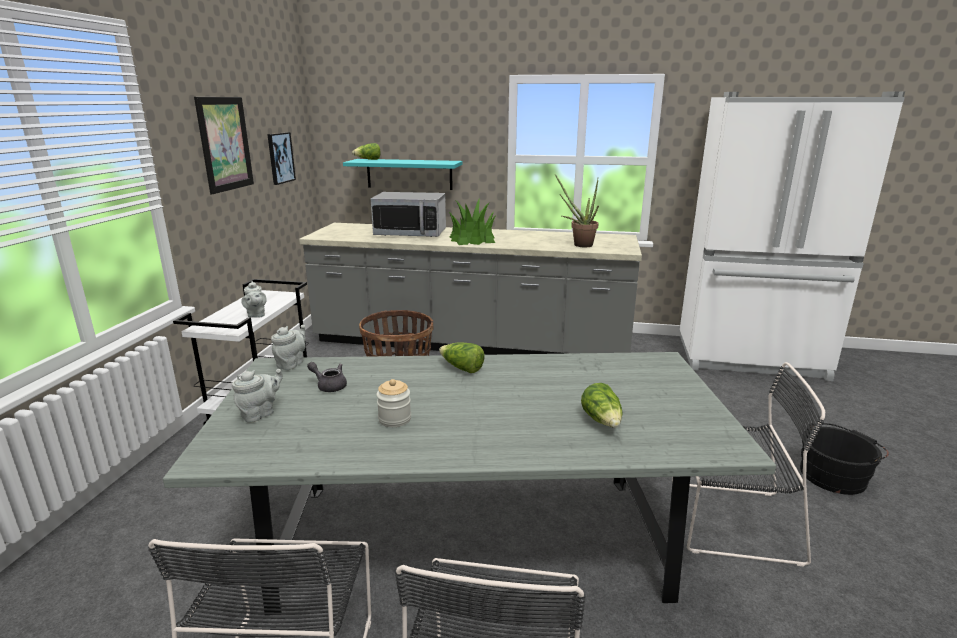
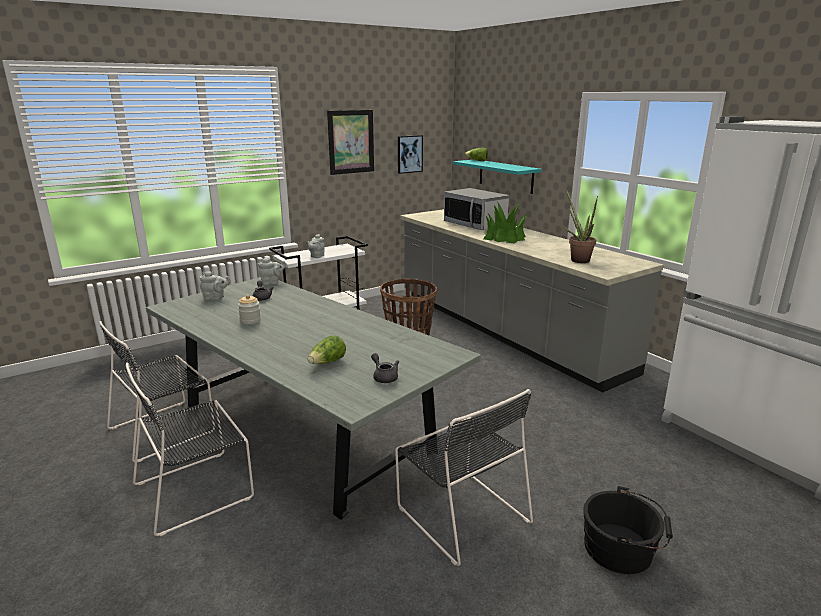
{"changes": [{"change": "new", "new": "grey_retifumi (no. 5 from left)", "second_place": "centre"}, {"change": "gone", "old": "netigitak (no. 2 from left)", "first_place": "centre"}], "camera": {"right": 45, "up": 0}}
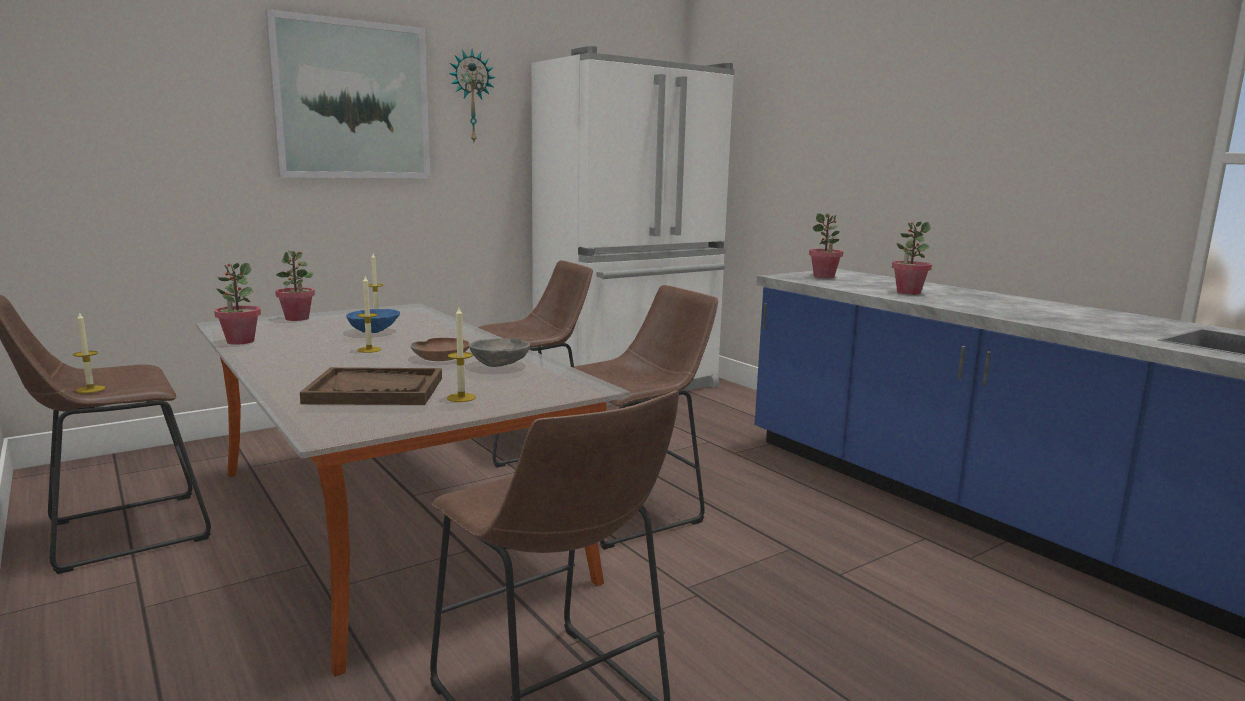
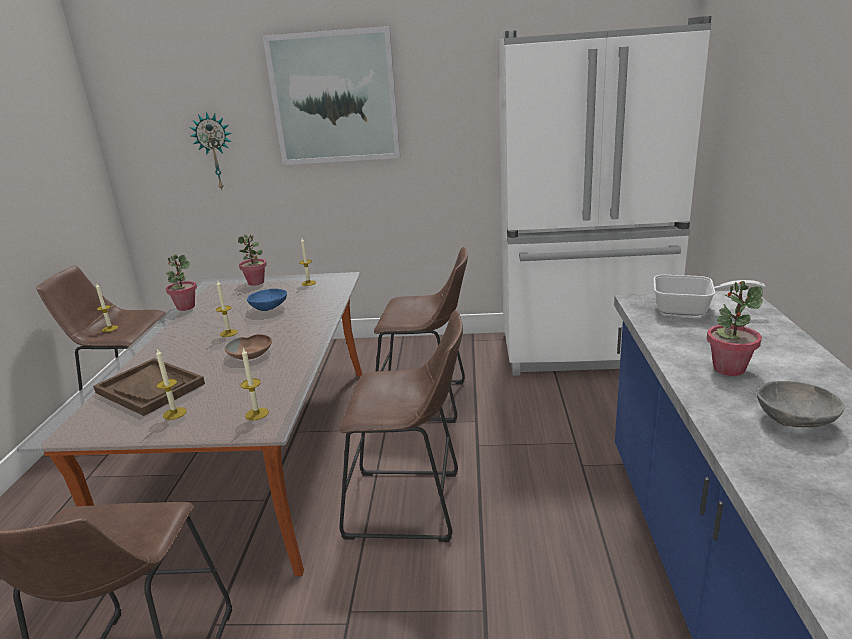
{"changes": [{"change": "shifted", "old": "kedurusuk", "first_place": "top centre", "second_place": "top left"}, {"change": "new", "new": "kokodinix (no. 4 from left)", "second_place": "middle left"}, {"change": "swapped", "old": "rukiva (no. 3 from left)", "new": "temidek", "first_place": "centre", "second_place": "middle right"}, {"change": "shifted", "old": "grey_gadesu", "first_place": "centre", "second_place": "middle right"}], "camera": {"right": 40, "up": 10}}
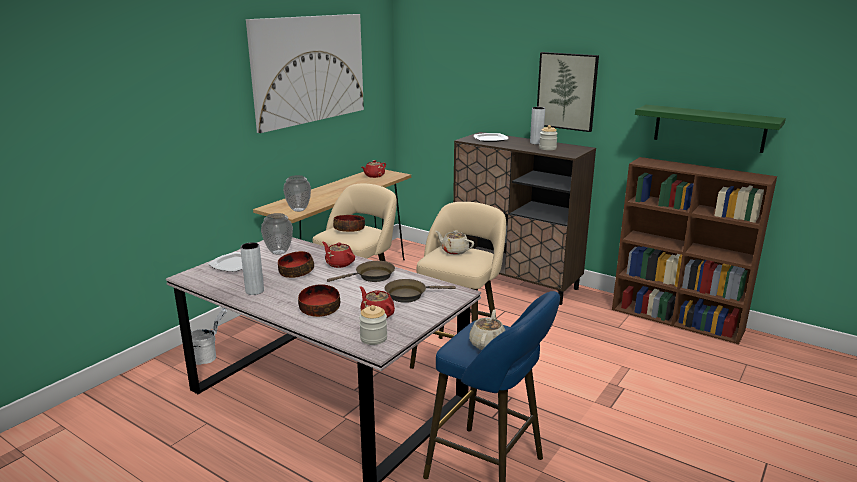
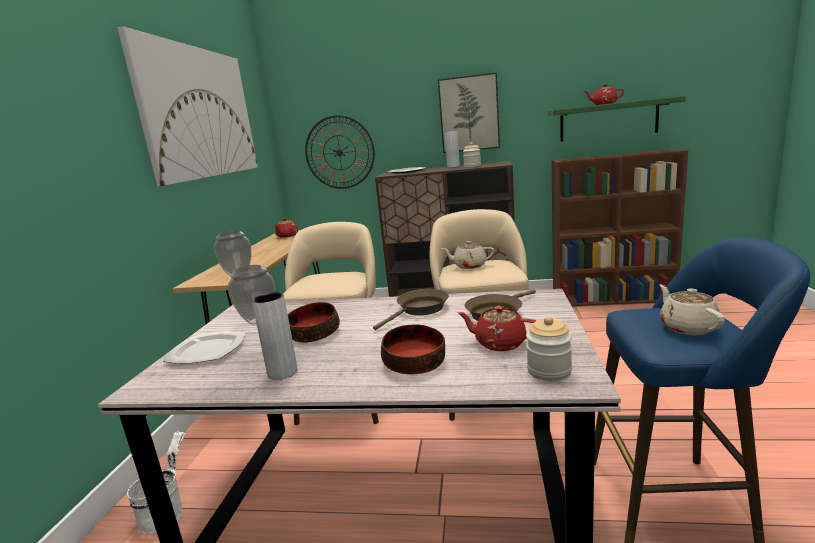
{"changes": [{"change": "new", "new": "kedurusuk", "second_place": "top centre"}, {"change": "shifted", "old": "red_retifumi (no. 1 from left in the first image)", "new": "red_retifumi (no. 3 from left)", "first_place": "centre", "second_place": "top right"}, {"change": "gone", "old": "gadesu (no. 3 from left)", "first_place": "centre"}], "camera": {"right": -25, "up": -5}}
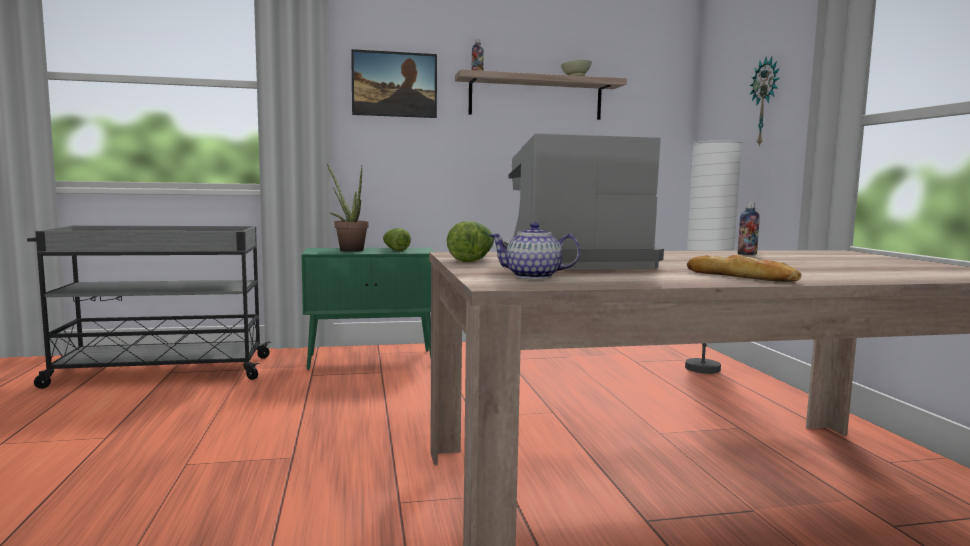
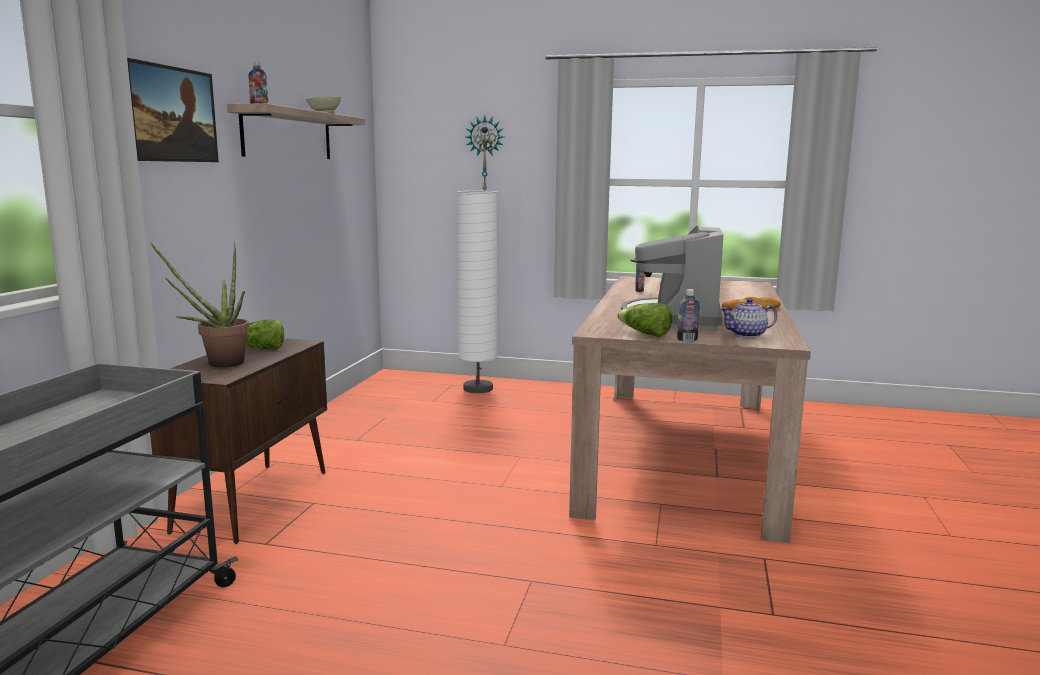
{"changes": [{"change": "repainted", "old": "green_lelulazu", "new": "brown_lelulazu", "first_place": "centre", "second_place": "middle left"}, {"change": "new", "new": "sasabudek (no. 3 from left)", "second_place": "centre"}, {"change": "rotated", "old": "retifumi", "first_place": "centre", "second_place": "middle right", "degrees": 45}], "camera": {"right": -65, "up": 5}}
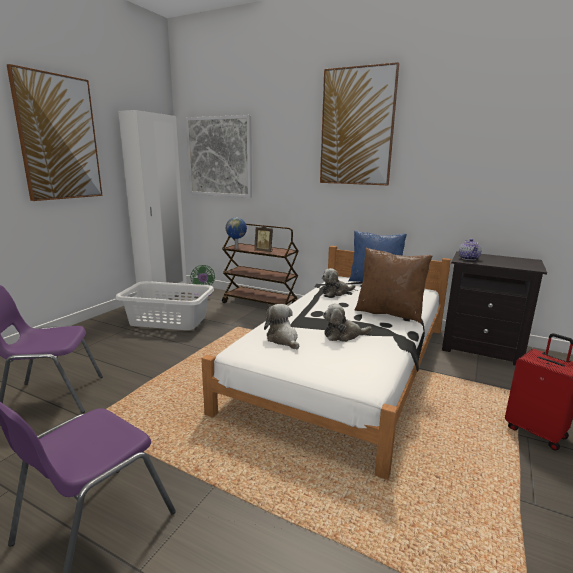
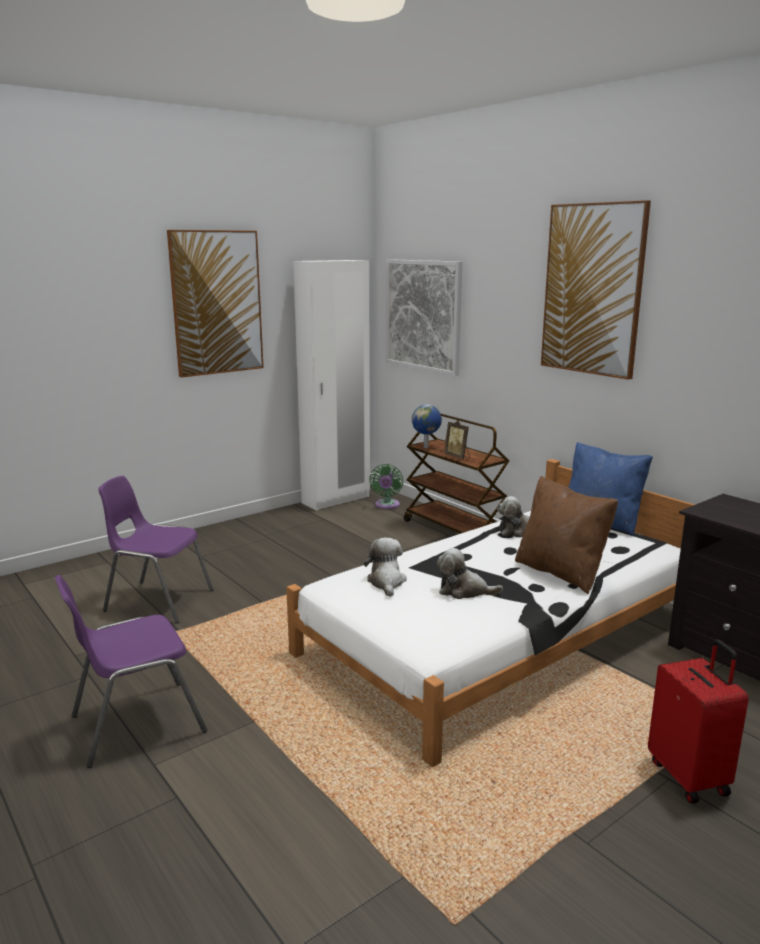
{"changes": [{"change": "gone", "old": "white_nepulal", "first_place": "middle left"}, {"change": "gone", "old": "retifumi", "first_place": "middle right"}], "camera": {"right": 25, "up": 0}}
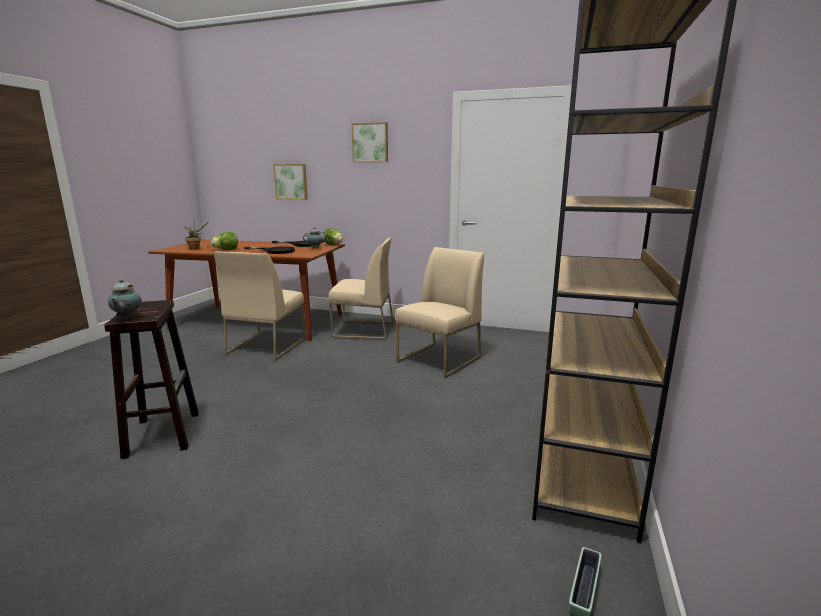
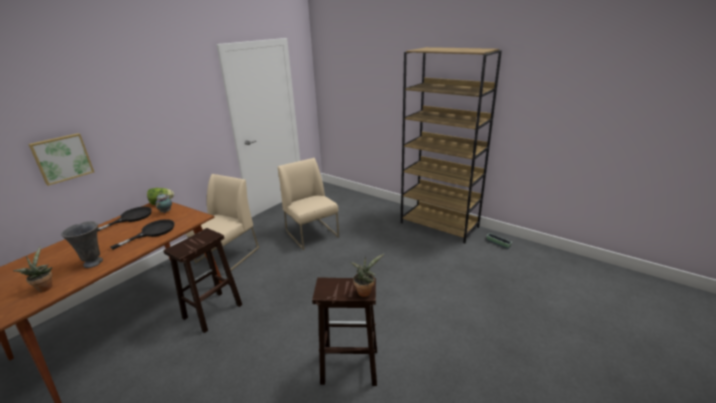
{"changes": [{"change": "swapped", "old": "netigitak (no. 1 from left)", "new": "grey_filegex", "first_place": "middle left", "second_place": "middle left"}, {"change": "swapped", "old": "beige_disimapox (no. 1 from left)", "new": "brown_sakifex (no. 1 from left)", "first_place": "middle left", "second_place": "bottom left"}, {"change": "swapped", "old": "retifumi (no. 1 from left)", "new": "rukiva (no. 2 from left)", "first_place": "middle left", "second_place": "bottom centre"}, {"change": "gone", "old": "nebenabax (no. 2 from left)", "first_place": "top centre"}], "camera": {"right": -70, "up": 10}}
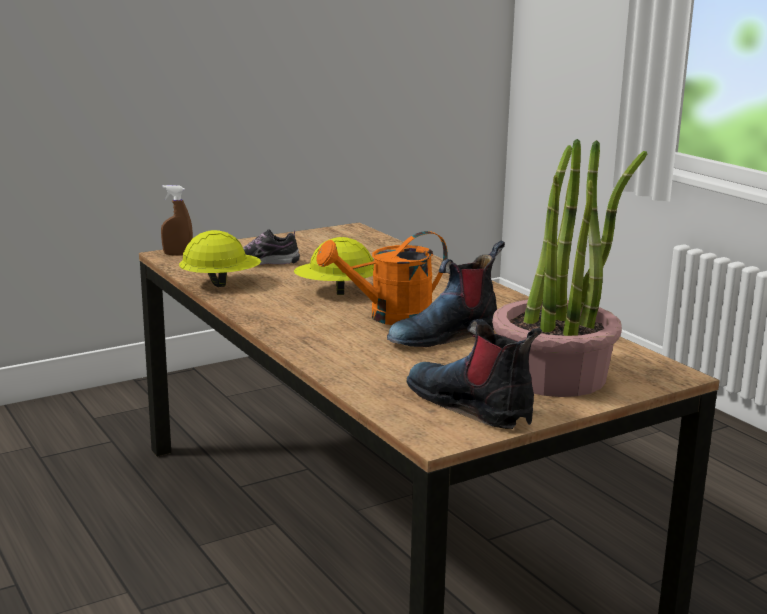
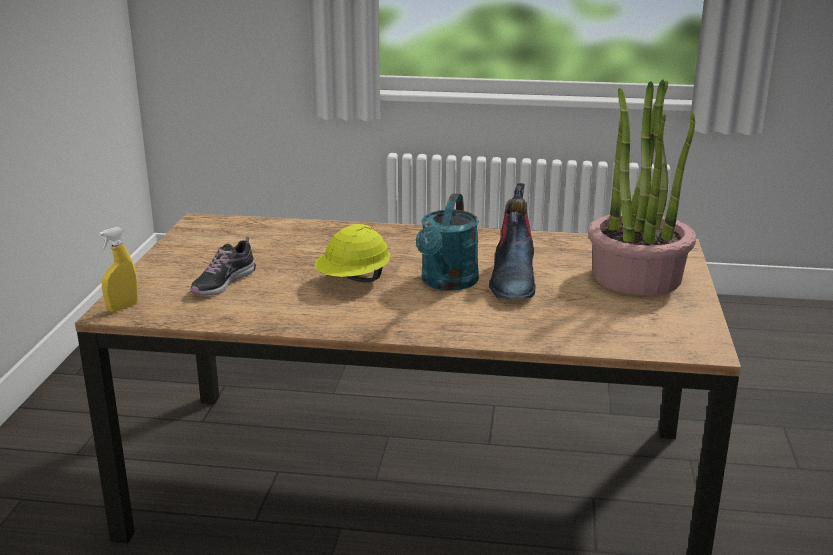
{"changes": [{"change": "repainted", "old": "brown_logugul", "new": "yellow_logugul", "first_place": "middle left", "second_place": "middle left"}, {"change": "repainted", "old": "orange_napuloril", "new": "turquoise_napuloril", "first_place": "centre", "second_place": "centre"}, {"change": "gone", "old": "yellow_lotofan (no. 1 from left)", "first_place": "middle left"}, {"change": "gone", "old": "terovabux (no. 2 from left)", "first_place": "centre"}], "camera": {"right": -50, "up": 5}}
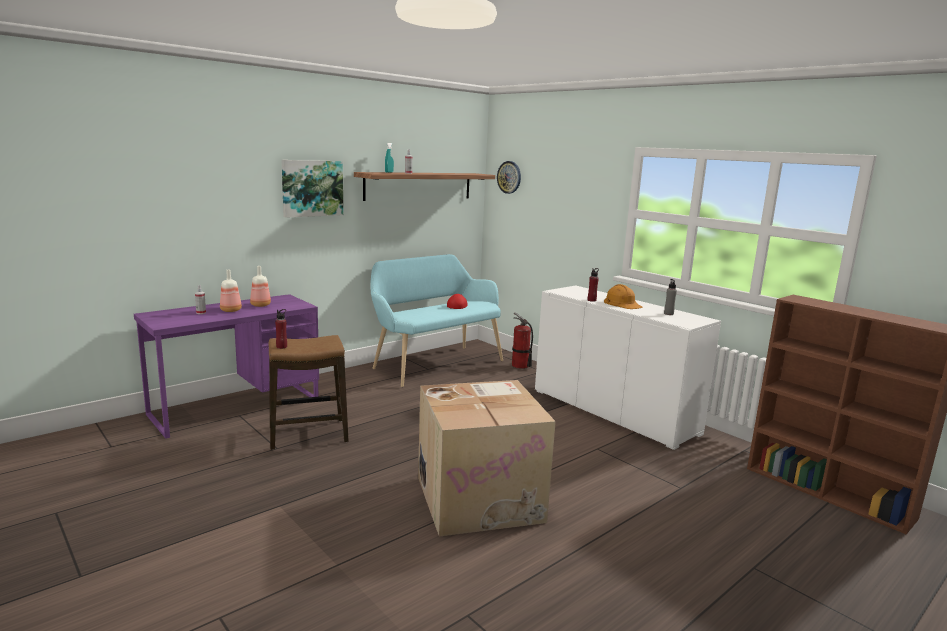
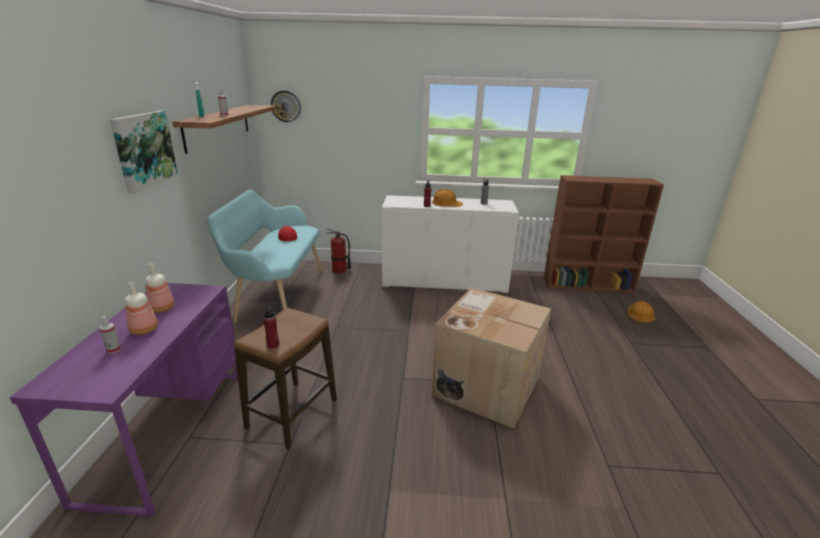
{"changes": [{"change": "new", "new": "orange_lotofan (no. 2 from left)", "second_place": "middle right"}], "camera": {"right": -45, "up": 10}}
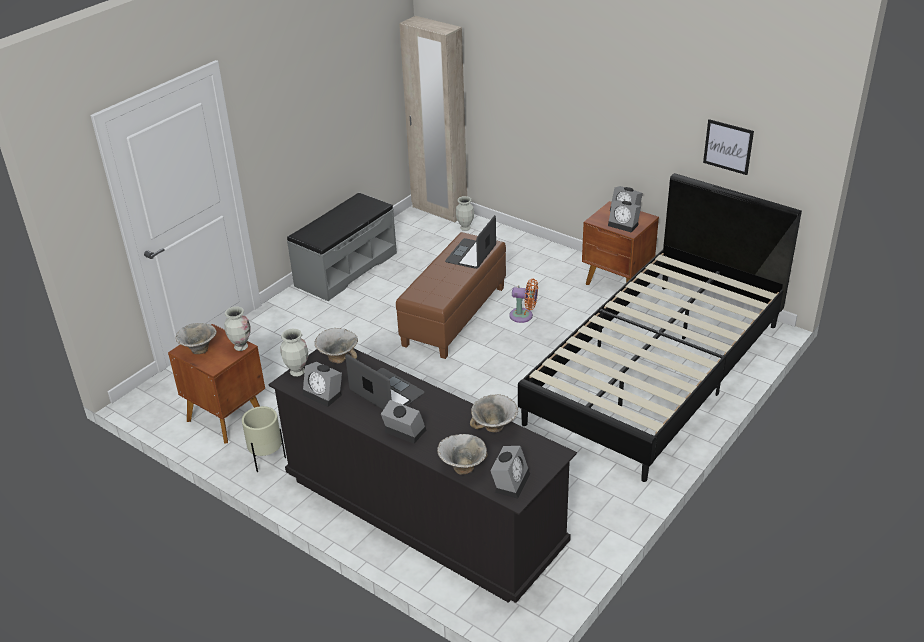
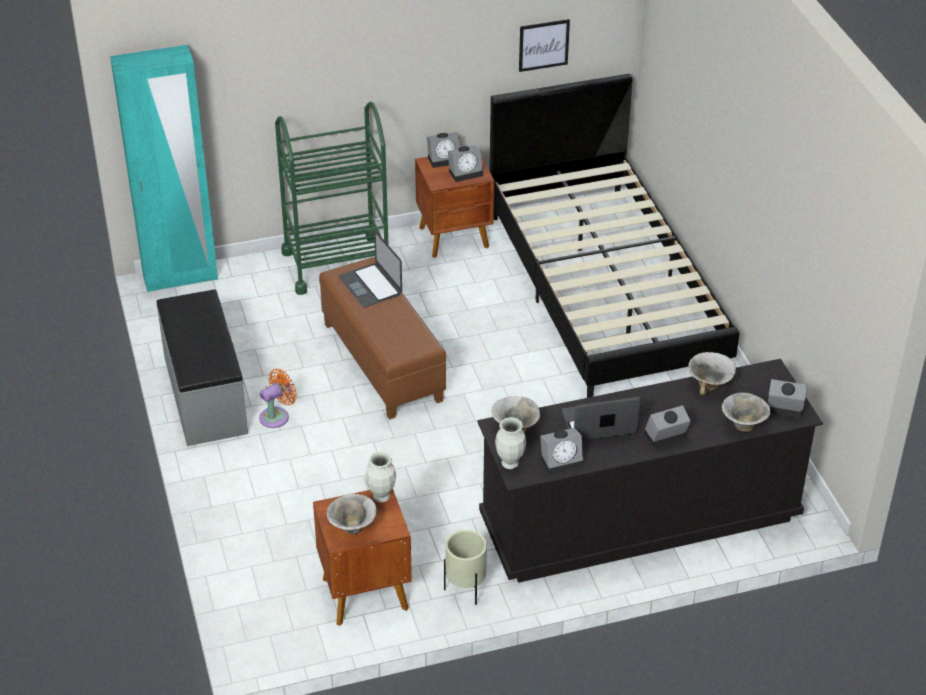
{"changes": [{"change": "repainted", "old": "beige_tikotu", "new": "turquoise_tikotu", "first_place": "top centre", "second_place": "top left"}, {"change": "shifted", "old": "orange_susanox", "first_place": "centre", "second_place": "middle left"}, {"change": "new", "new": "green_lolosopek", "second_place": "top centre"}, {"change": "rotated", "old": "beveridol (no. 3 from left in the first image)", "first_place": "bottom centre", "second_place": "middle right", "degrees": -45}, {"change": "gone", "old": "filegex (no. 3 from left)", "first_place": "top centre"}], "camera": {"right": -55, "up": 5}}
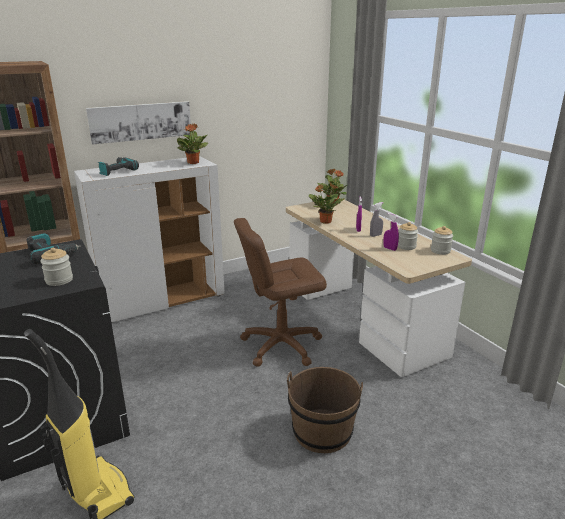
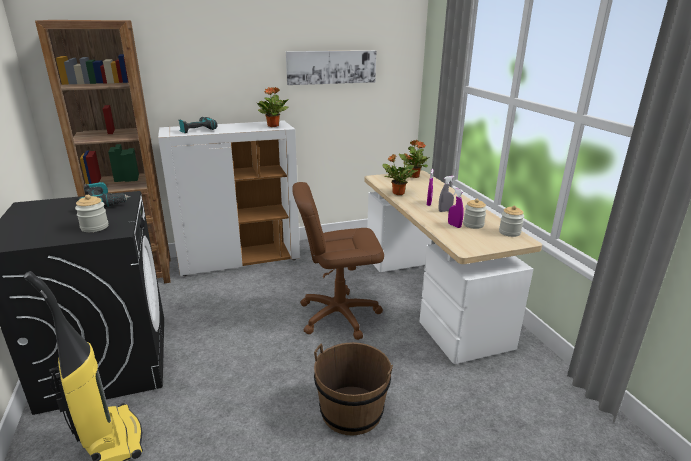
{"changes": [{"change": "shifted", "old": "nebenabax", "first_place": "top left", "second_place": "top centre"}], "camera": {"right": 10, "up": 0}}
